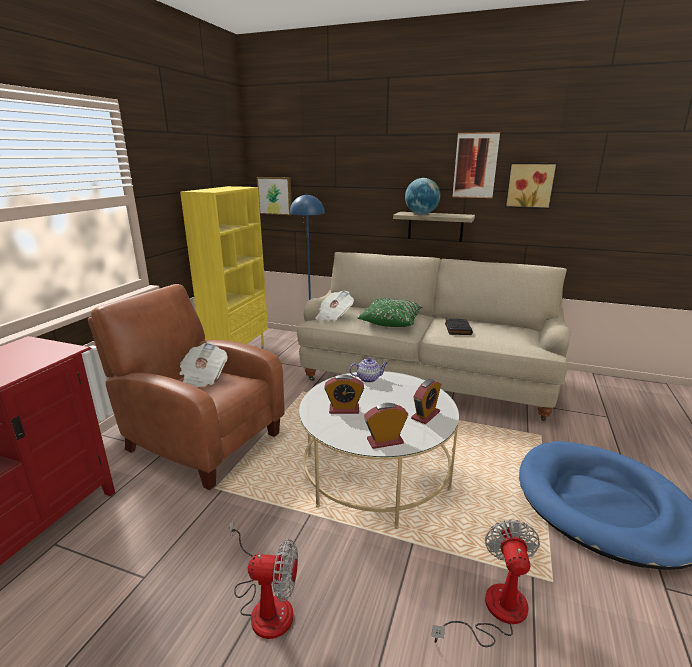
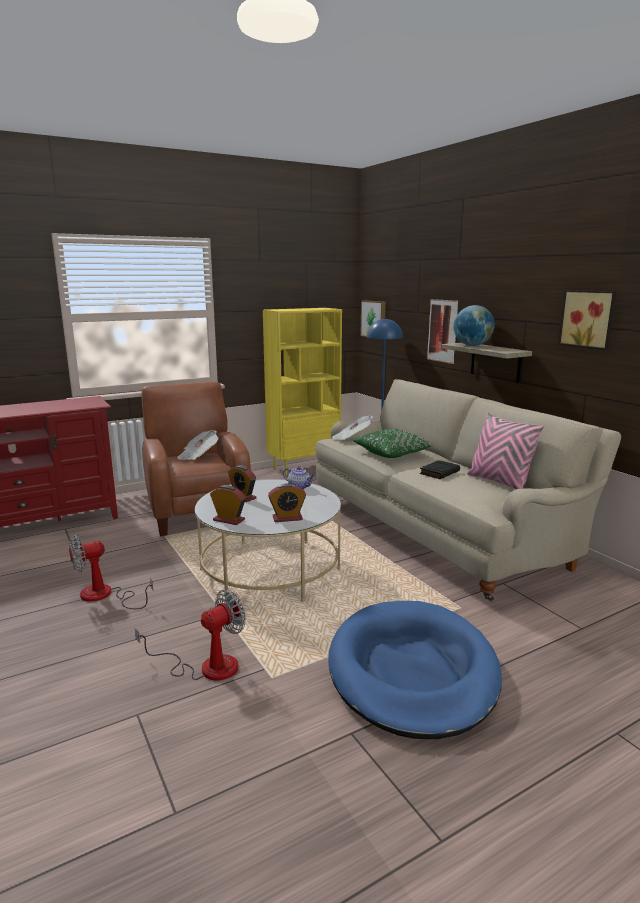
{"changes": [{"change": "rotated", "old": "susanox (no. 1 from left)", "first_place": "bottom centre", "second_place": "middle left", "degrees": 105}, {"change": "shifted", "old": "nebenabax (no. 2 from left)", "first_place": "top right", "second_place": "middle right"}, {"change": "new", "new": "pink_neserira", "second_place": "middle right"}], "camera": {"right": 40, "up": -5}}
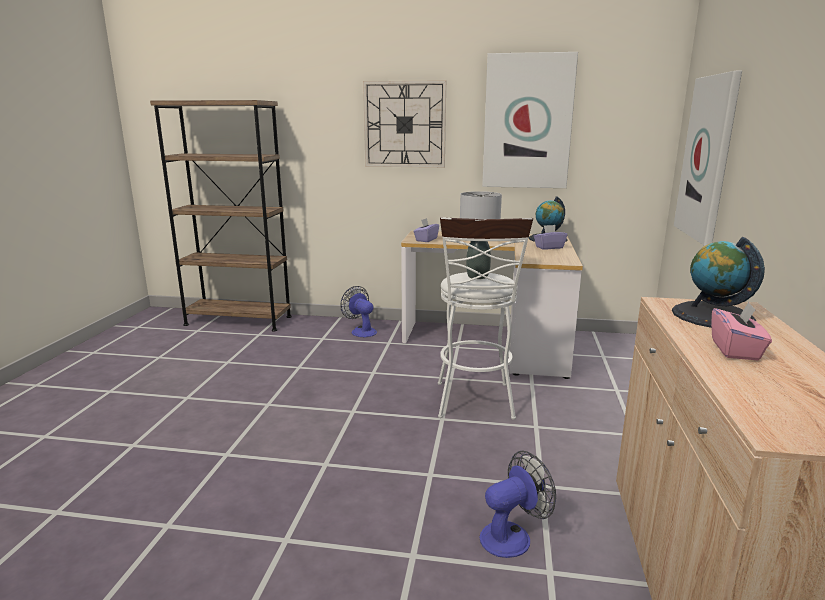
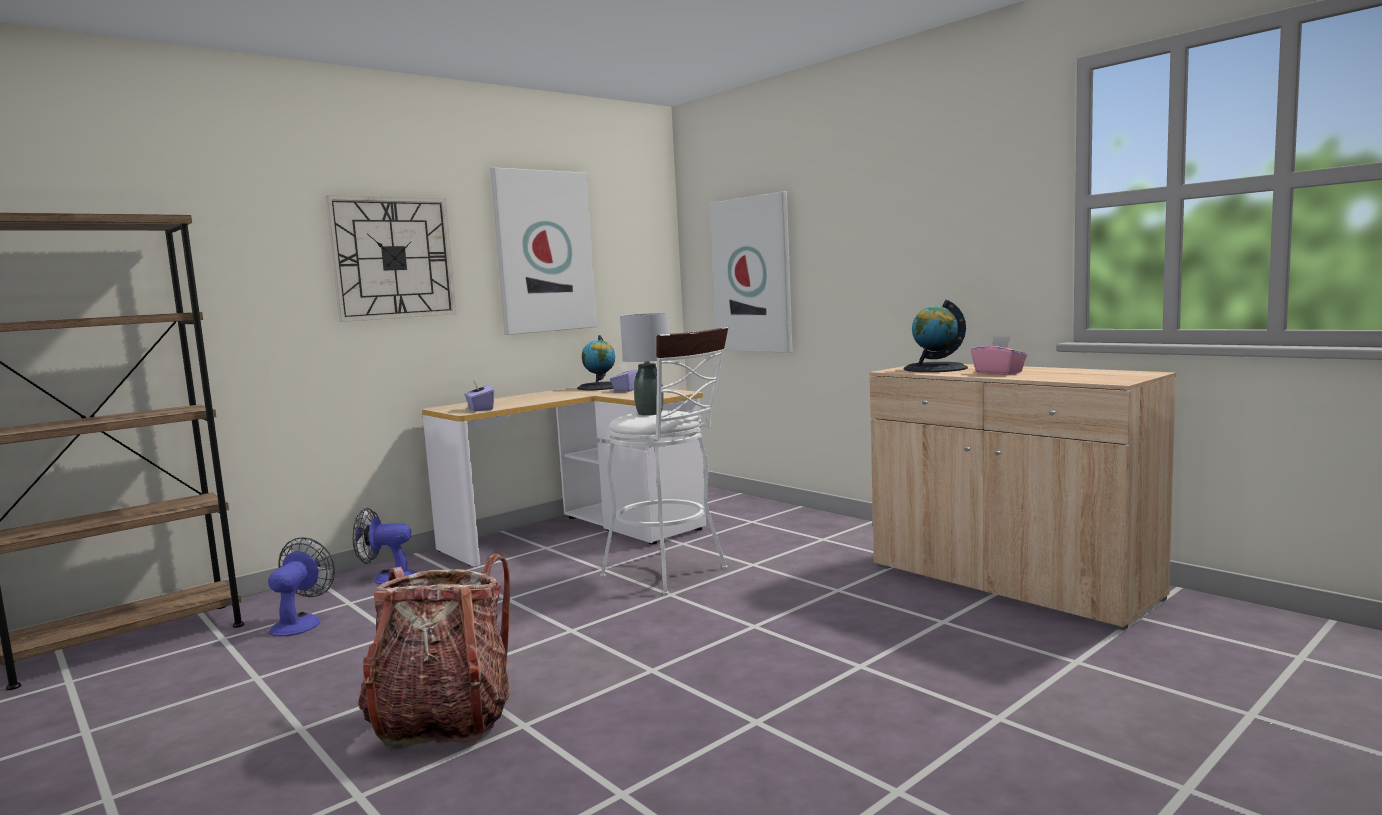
{"changes": [{"change": "shifted", "old": "susanox (no. 2 from left in the first image)", "new": "susanox (no. 1 from left)", "first_place": "bottom centre", "second_place": "bottom left"}, {"change": "new", "new": "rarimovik", "second_place": "bottom left"}], "camera": {"right": -50, "up": -10}}
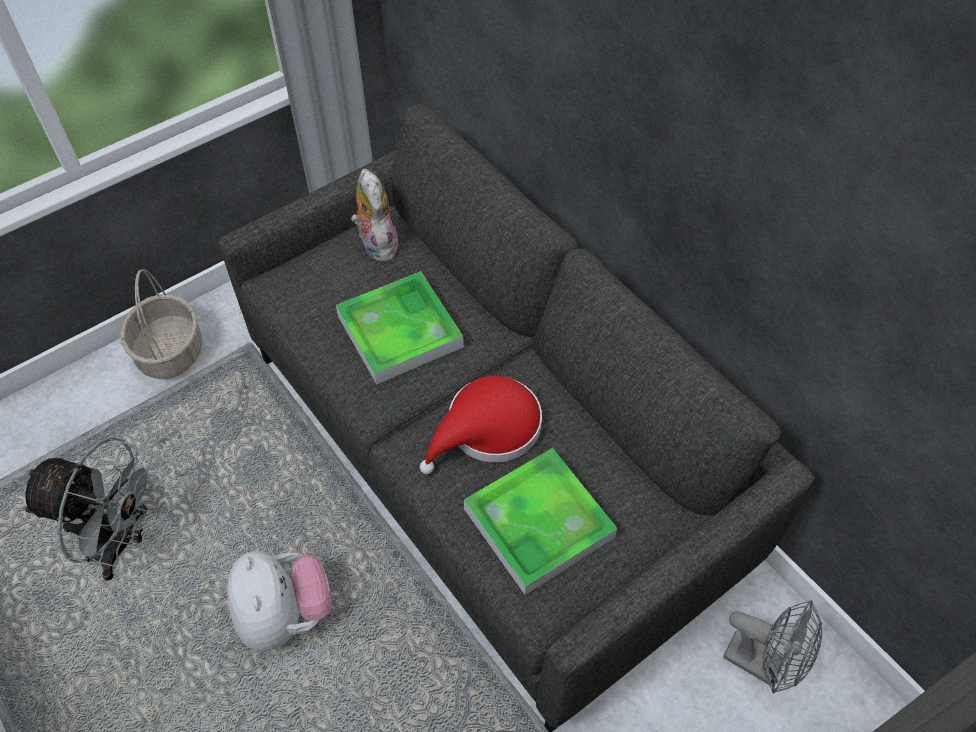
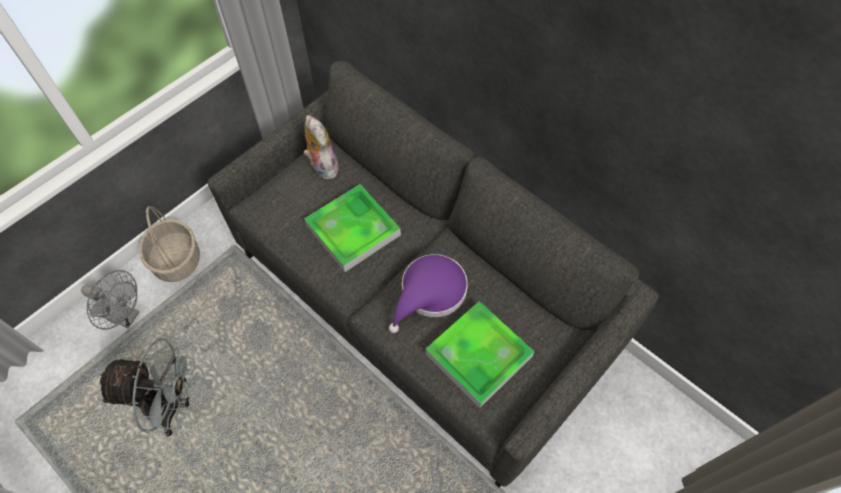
{"changes": [{"change": "shifted", "old": "grey_susanox (no. 2 from left in the first image)", "new": "grey_susanox (no. 1 from left)", "first_place": "bottom right", "second_place": "middle left"}, {"change": "repainted", "old": "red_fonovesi", "new": "purple_fonovesi", "first_place": "centre", "second_place": "centre"}, {"change": "gone", "old": "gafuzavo (no. 1 from left)", "first_place": "bottom left"}], "camera": {"right": -10, "up": 5}}
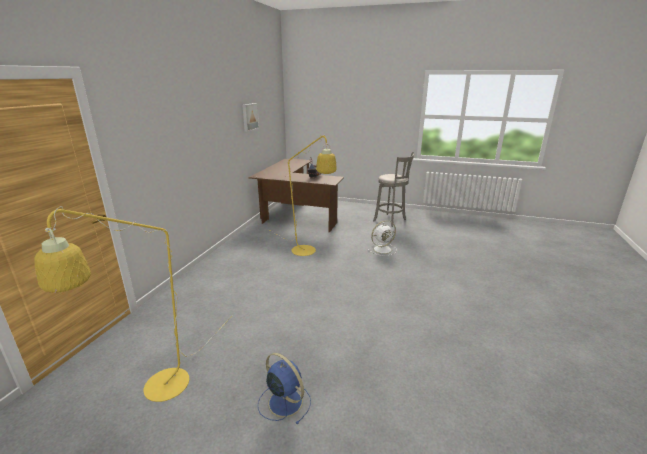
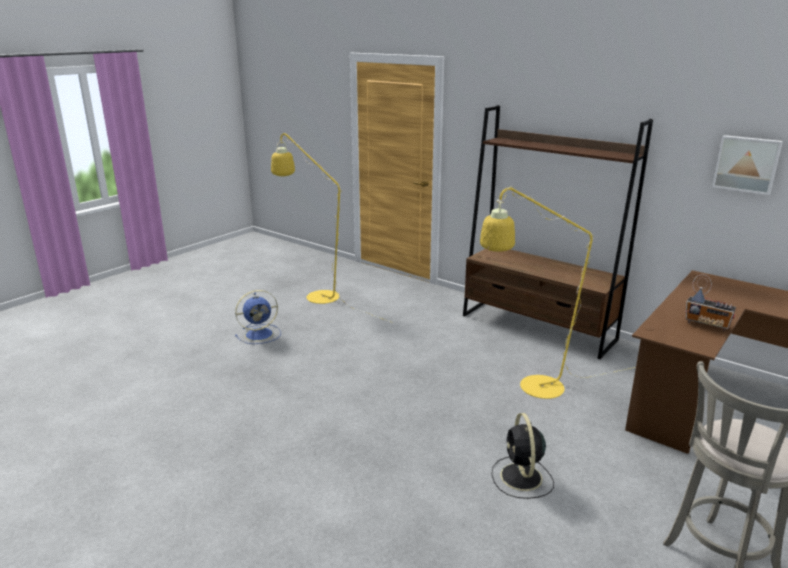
{"changes": [{"change": "new", "new": "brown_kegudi", "second_place": "middle right"}, {"change": "repainted", "old": "white_susanox", "new": "black_susanox", "first_place": "centre", "second_place": "bottom centre"}], "camera": {"right": 110, "up": 0}}
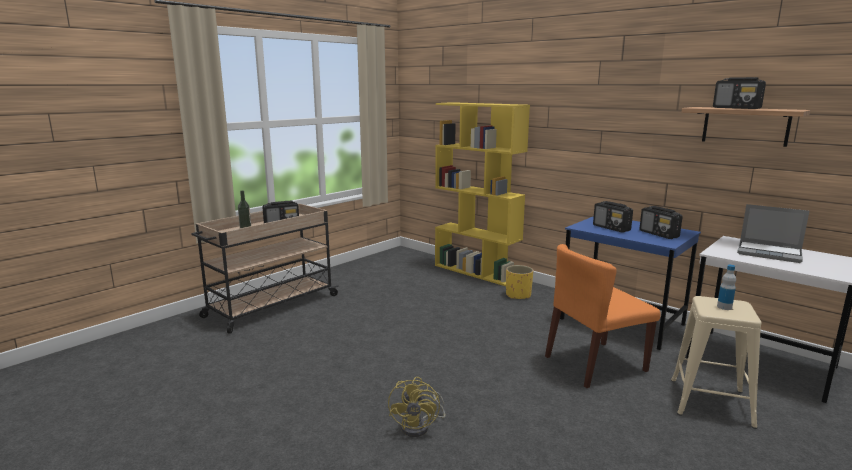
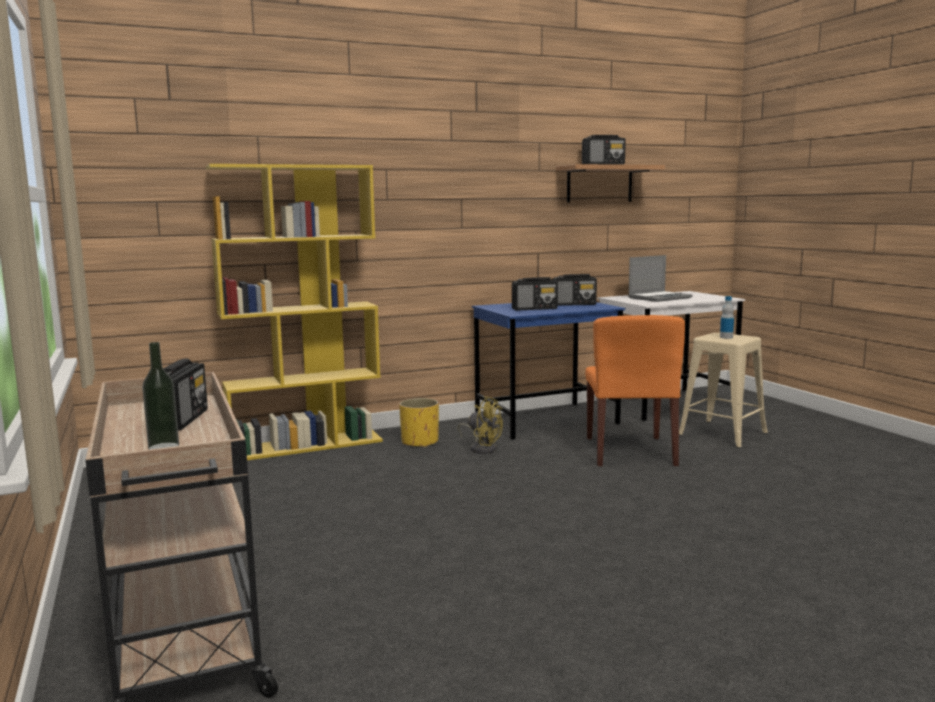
{"changes": [{"change": "shifted", "old": "yellow_susanox", "first_place": "bottom centre", "second_place": "centre"}], "camera": {"right": -65, "up": -5}}
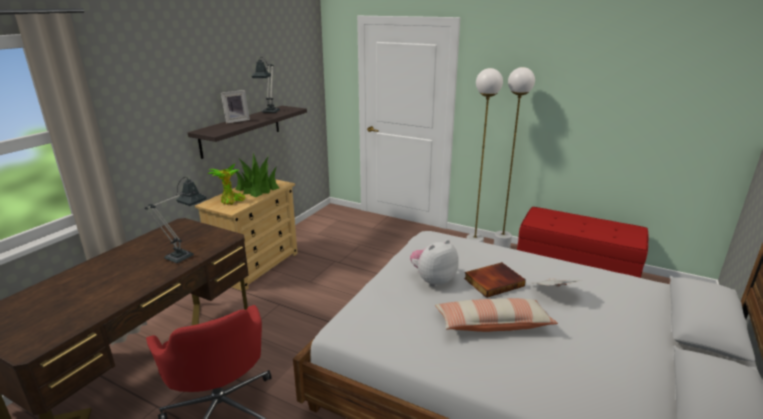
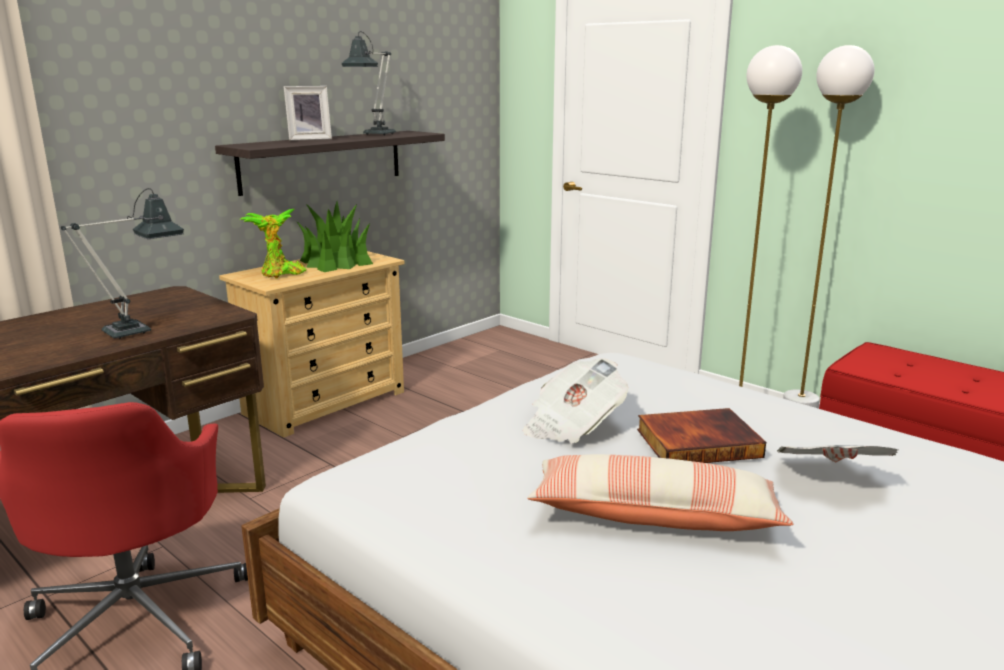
{"changes": [{"change": "swapped", "old": "gafuzavo", "new": "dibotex (no. 1 from left)", "first_place": "centre", "second_place": "centre"}], "camera": {"right": 15, "up": -5}}
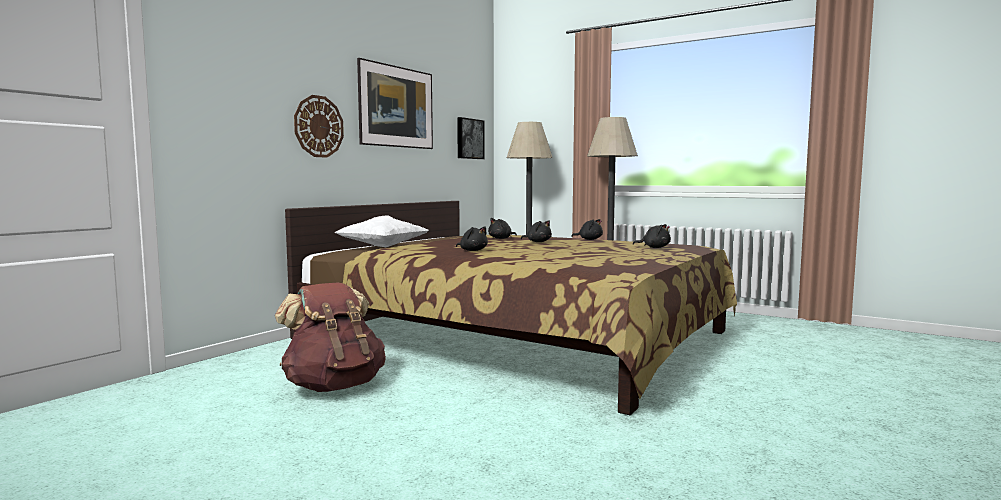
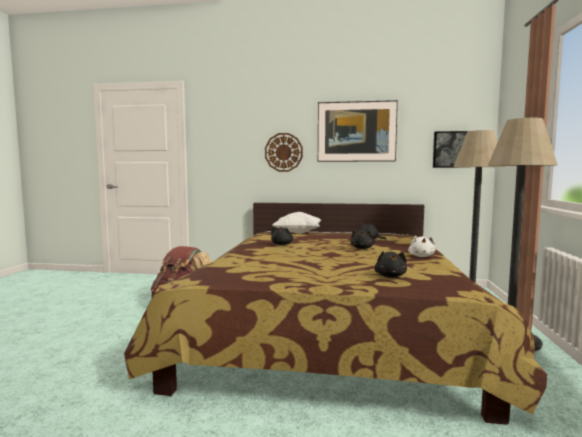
{"changes": [{"change": "repainted", "old": "black_gafuzavo (no. 4 from left)", "new": "white_gafuzavo", "first_place": "centre", "second_place": "middle right"}], "camera": {"right": 65, "up": 0}}
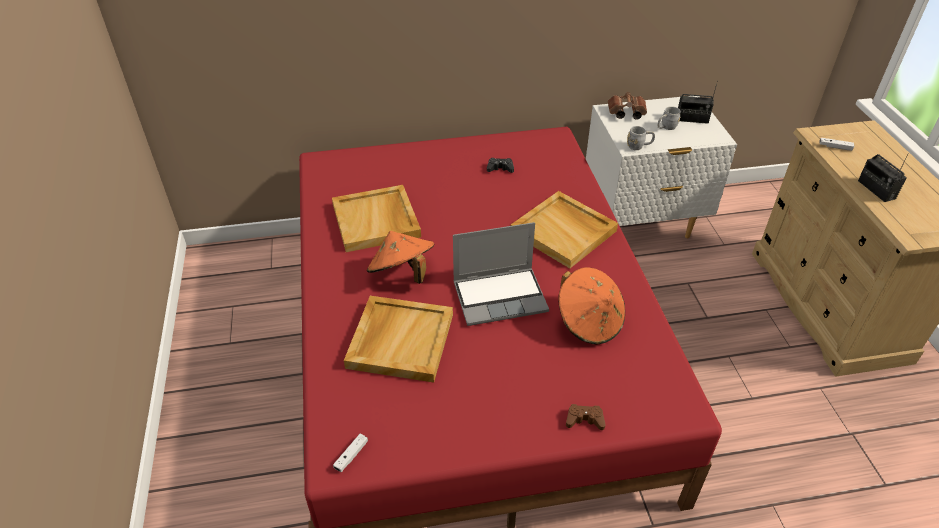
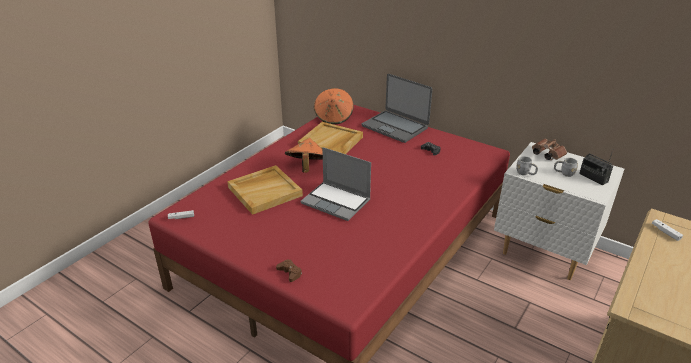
{"changes": [{"change": "shifted", "old": "orange_fonovesi (no. 2 from left)", "first_place": "centre", "second_place": "top centre"}, {"change": "new", "new": "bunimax (no. 2 from left)", "second_place": "top centre"}, {"change": "gone", "old": "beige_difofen (no. 3 from left)", "first_place": "centre"}, {"change": "gone", "old": "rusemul (no. 2 from left)", "first_place": "middle right"}], "camera": {"right": 45, "up": -10}}
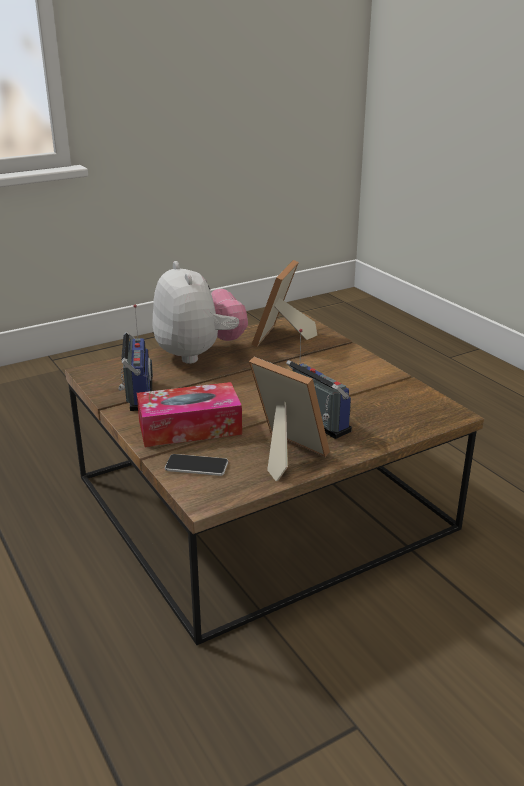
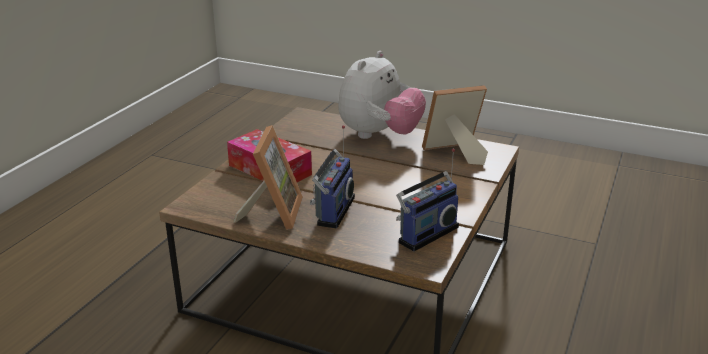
{"changes": [{"change": "shifted", "old": "rusemul (no. 1 from left in the first image)", "new": "rusemul (no. 2 from left)", "first_place": "middle left", "second_place": "centre"}, {"change": "gone", "old": "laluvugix", "first_place": "centre"}], "camera": {"right": 55, "up": 0}}
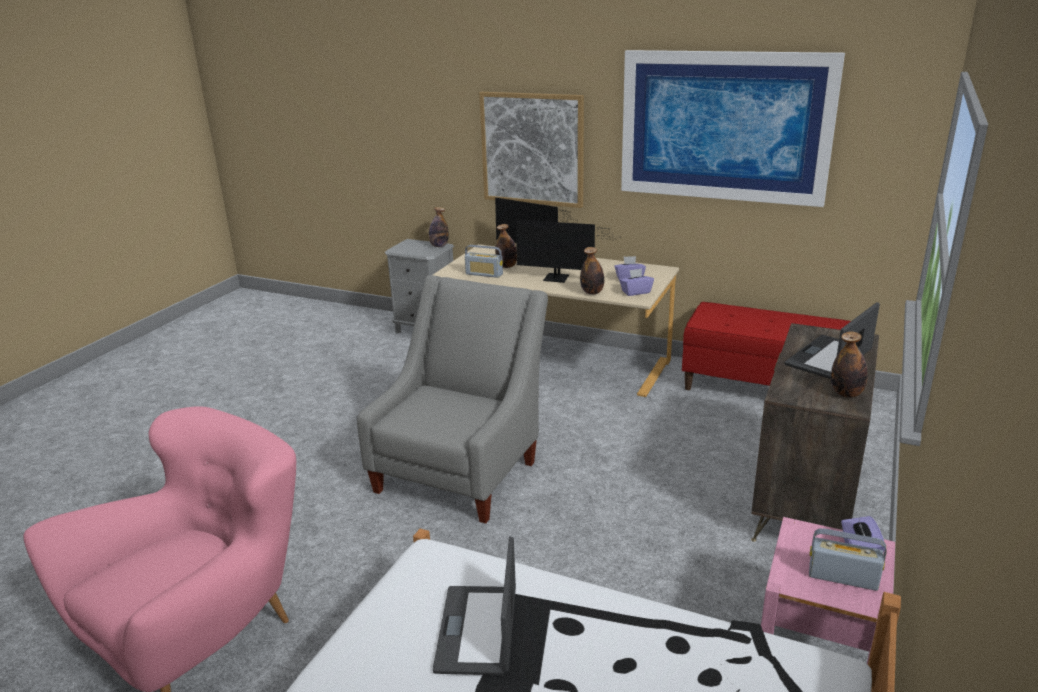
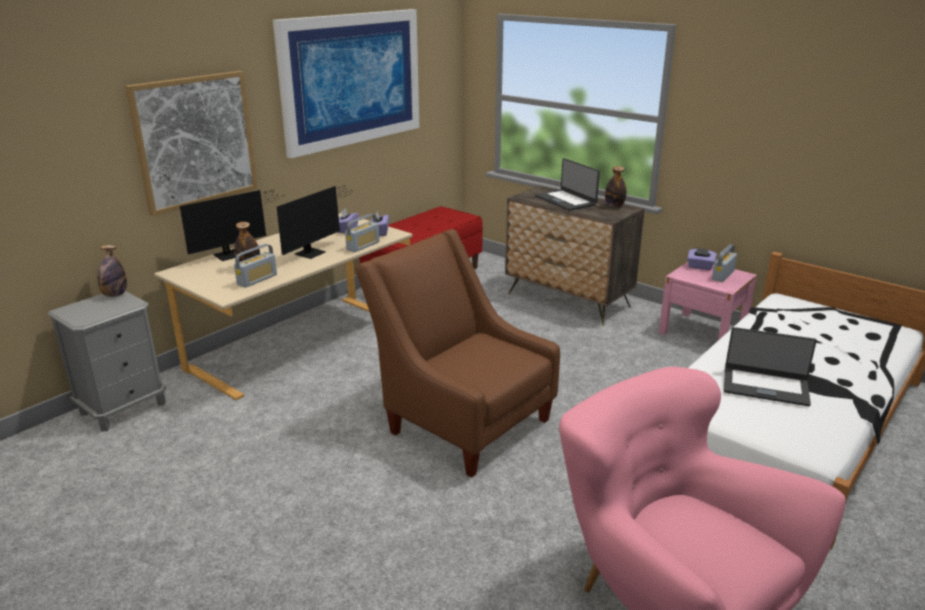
{"changes": [{"change": "swapped", "old": "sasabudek (no. 3 from left)", "new": "rusemul (no. 2 from left)", "first_place": "centre", "second_place": "centre"}, {"change": "repainted", "old": "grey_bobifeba", "new": "brown_bobifeba", "first_place": "centre", "second_place": "centre"}], "camera": {"right": -75, "up": 0}}
